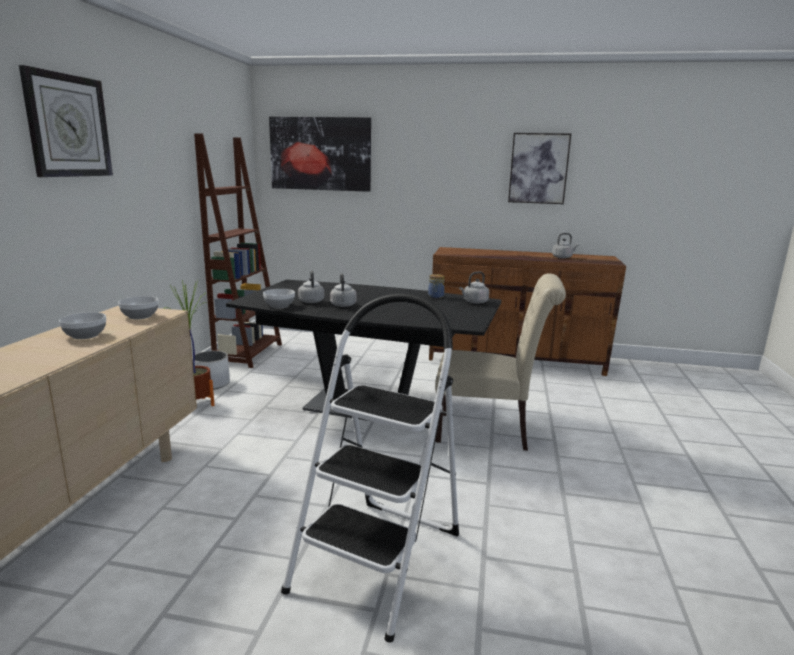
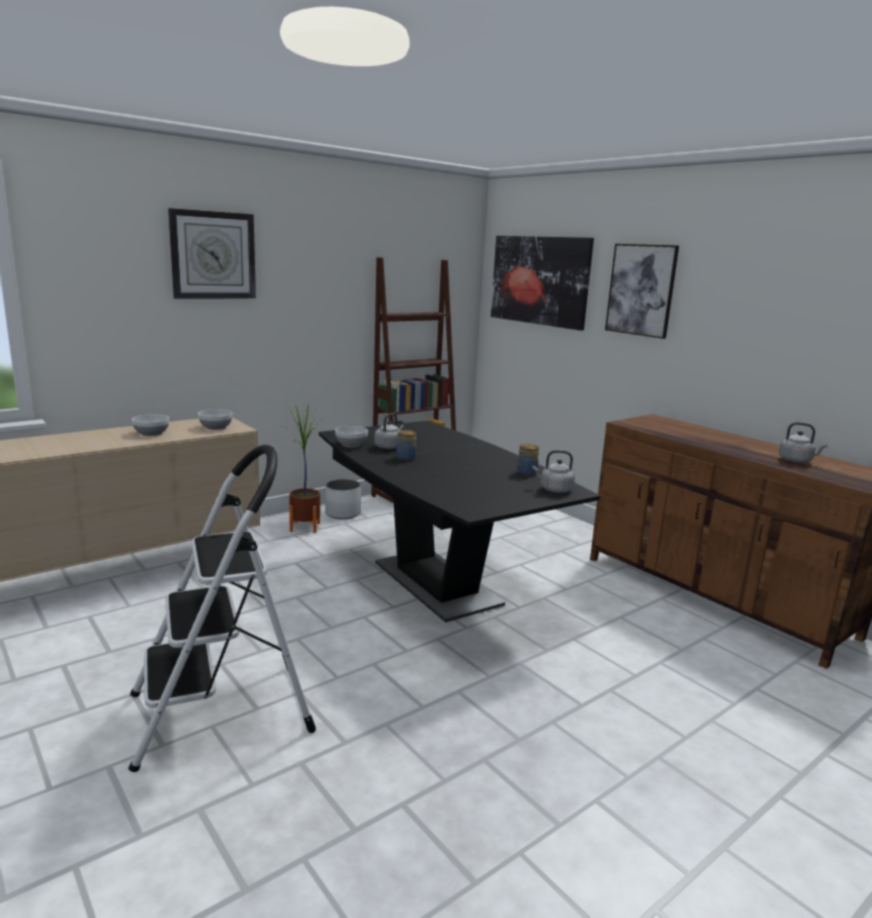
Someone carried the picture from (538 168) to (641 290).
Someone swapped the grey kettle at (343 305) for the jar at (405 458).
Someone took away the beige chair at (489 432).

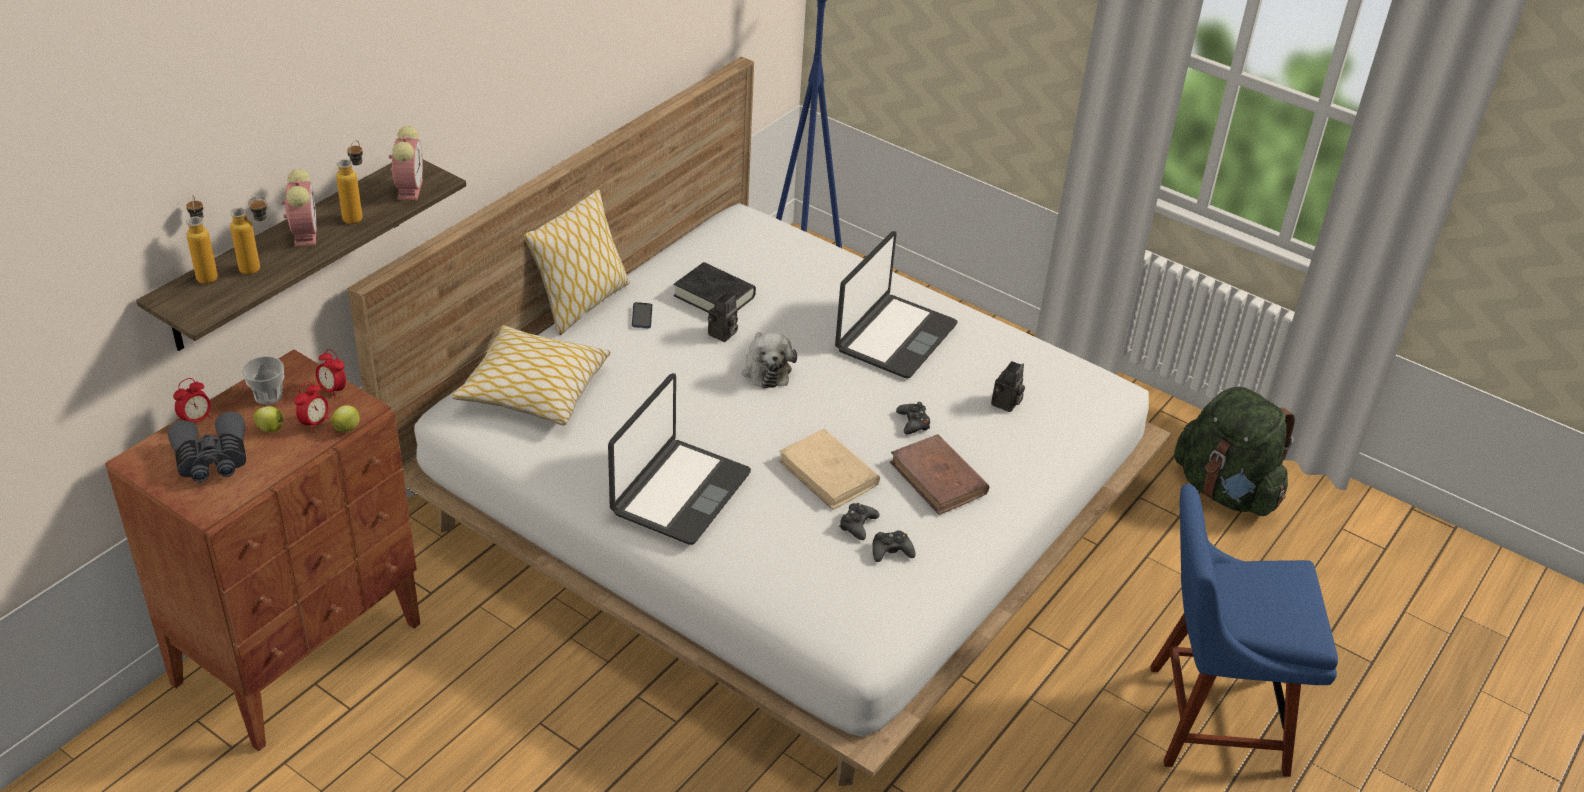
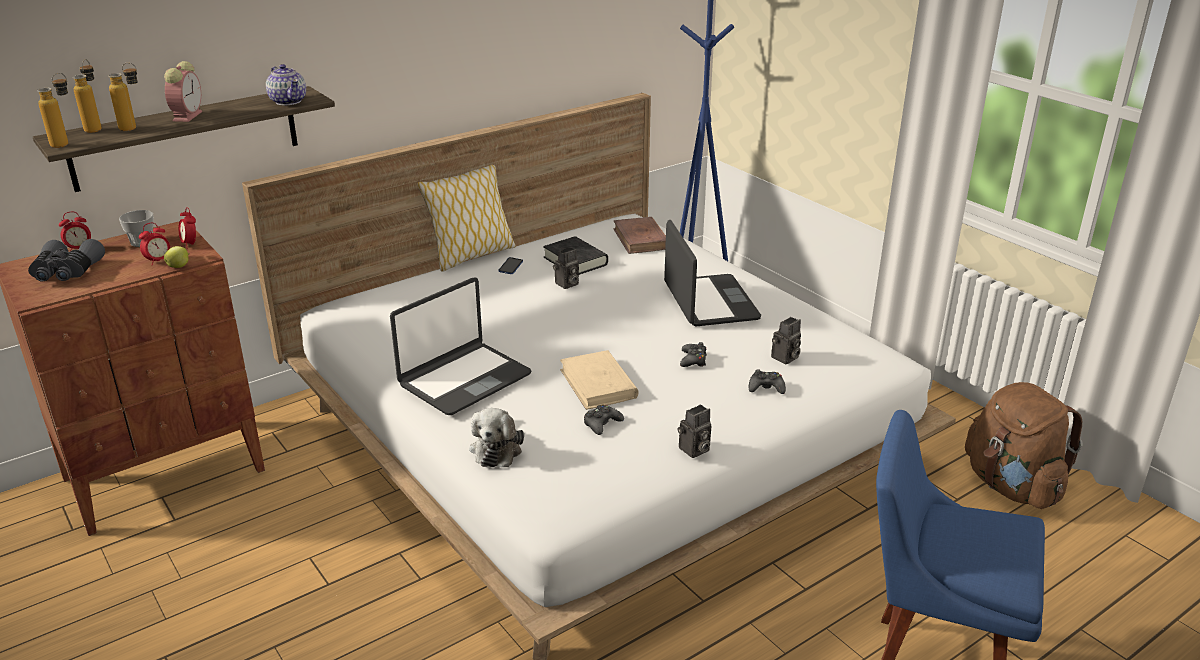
Someone swapped the alarm clock at (409 188) for the teapot at (288 101).
Someone carried the bottle from (357 215) to (66 143).
Someone rotated the laptop at (894 337) by 60 degrees counterclockwise.
Someone took away the pillow at (533 390).
Someone carried the plush toy from (766 369) to (497 448).
Someone repainted the green backpack at (1225 491), which became the brown backpack at (1012 486).
Someone took away the apple at (271 429).
Someone carried the brown book from (938 478) to (641 239).
Someone carried the black game controller from (891 551) to (766 387).
Someone put down the photo camera at (694 450).

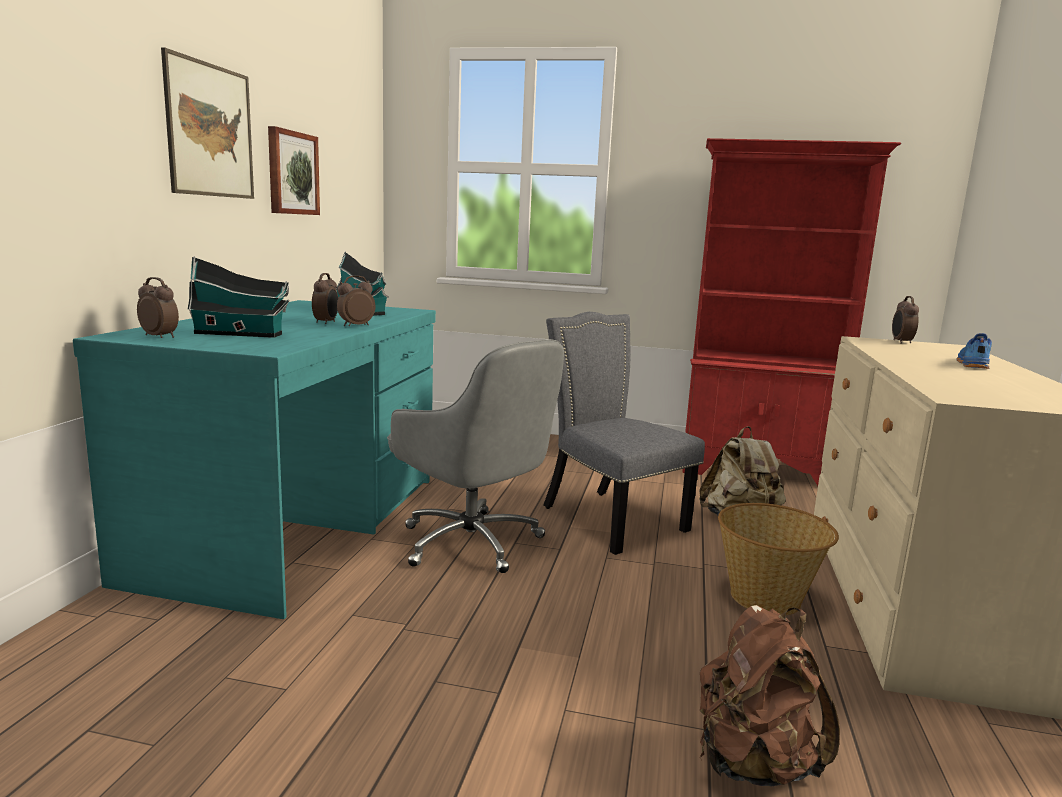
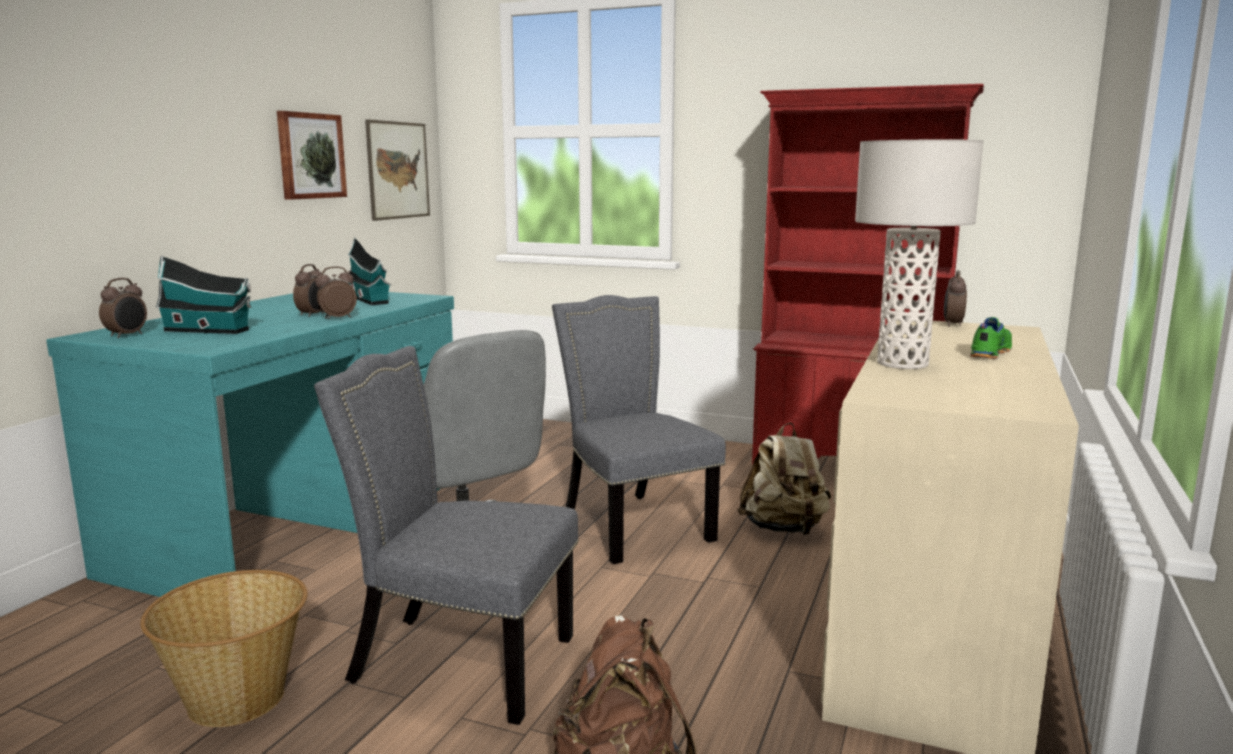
Someone carried the picture from (210 131) to (398 170).
Someone rotated the alarm clock at (160 337) by 75 degrees clockwise.
Someone repainted the blue shoe at (972 364), which became the green shoe at (988 353).
Someone carried the basket from (766 598) to (238 699).
Someone put down the white table lamp at (903 363).
Someone put down the grey chair at (466 663).

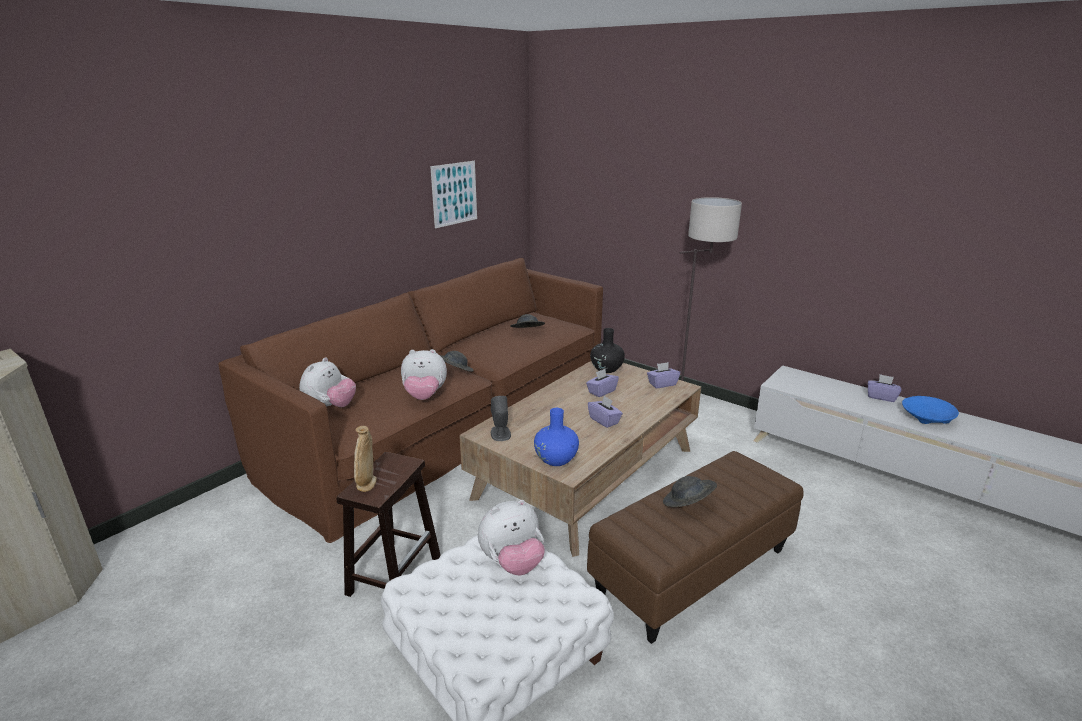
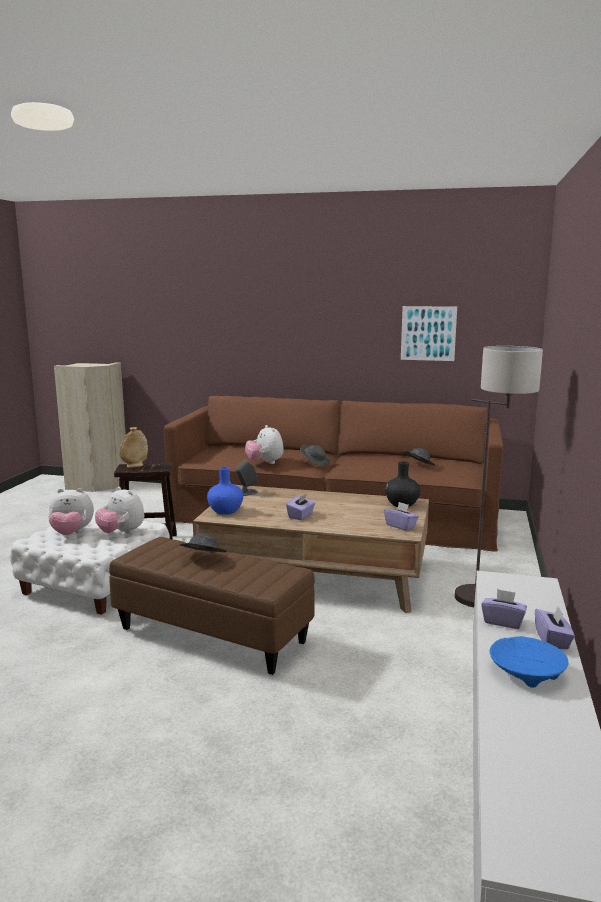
Someone carried the plush toy from (330 408) to (71 533).
Someone carried the purple tissue box from (601 391) to (503 622).

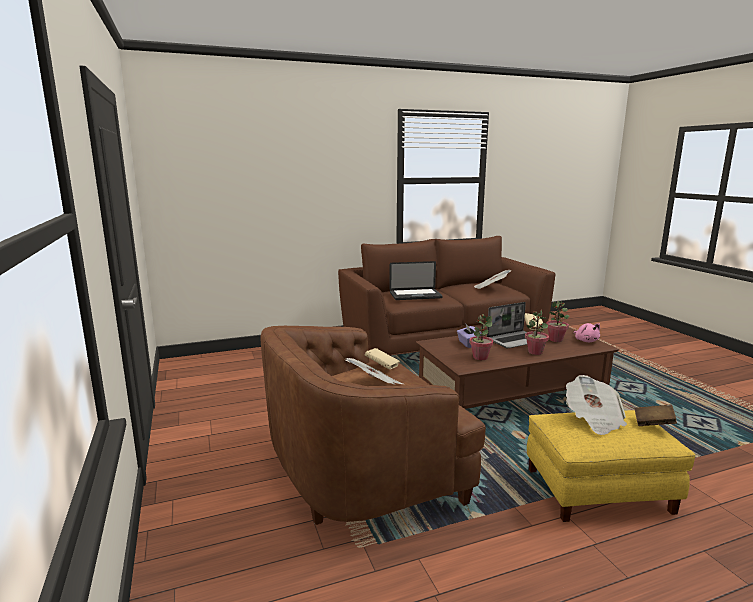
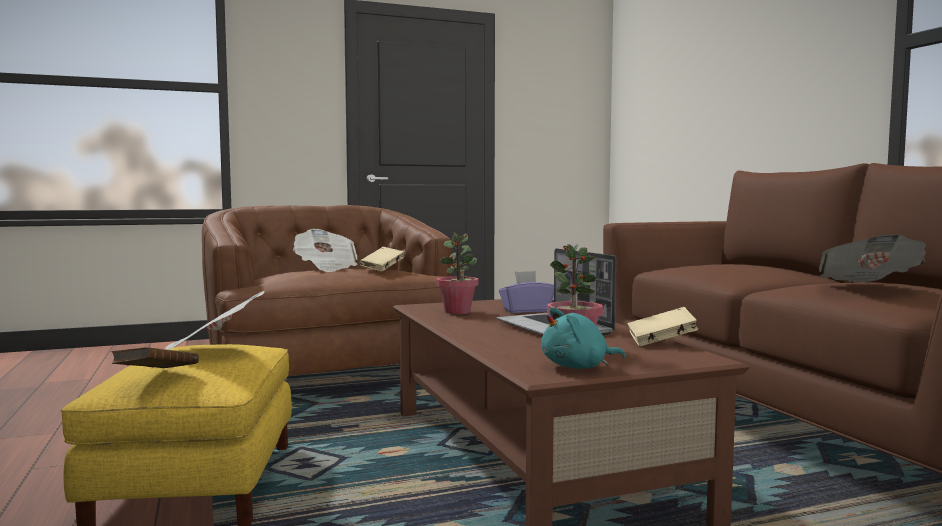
Someone took away the laptop at (415 295).
Someone took away the potted plant at (535 352).
Someone repainted the pink plush toy at (586 341), which became the turquoise plush toy at (578 367).

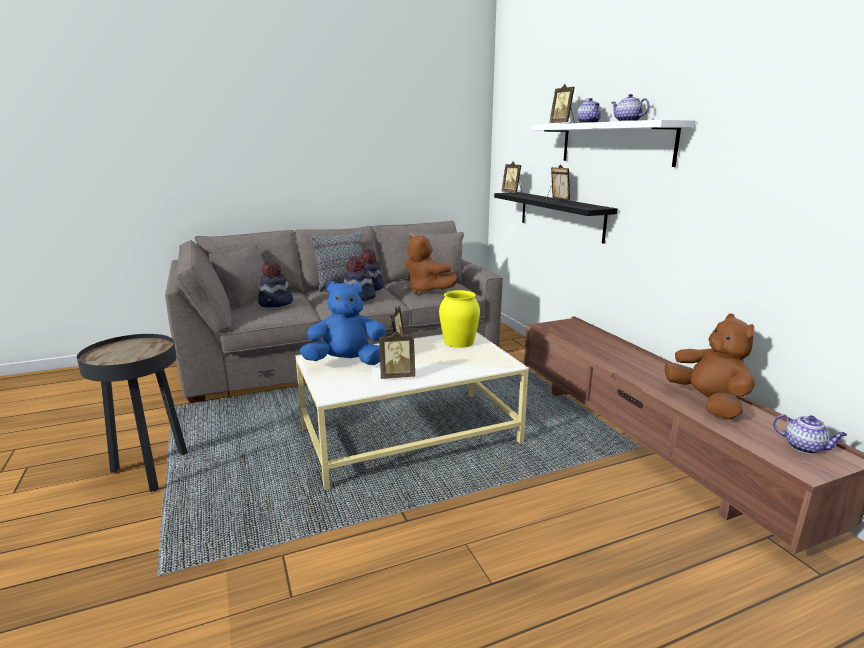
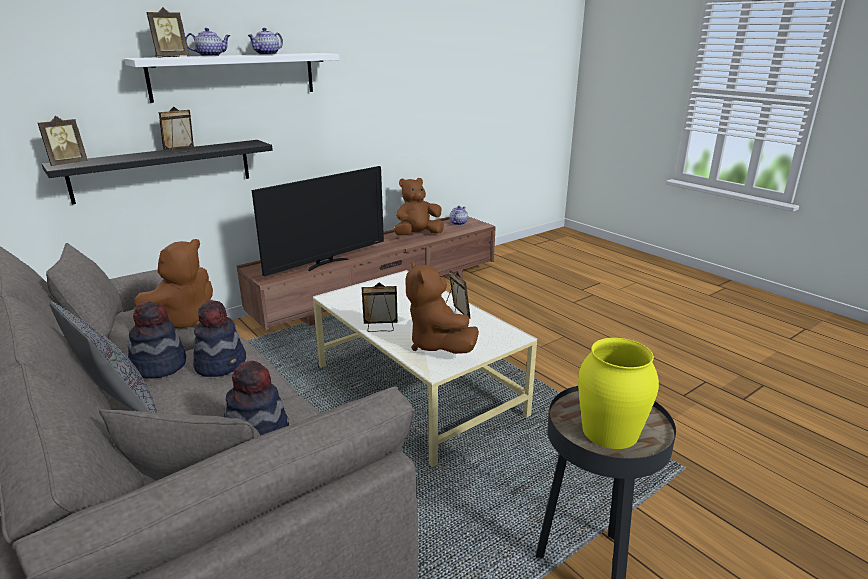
Someone repainted the blue plush toy at (346 362), which became the brown plush toy at (437 345).
Someone carried the yellow vase from (459 342) to (609 430).
Someone put down the television at (326 263).

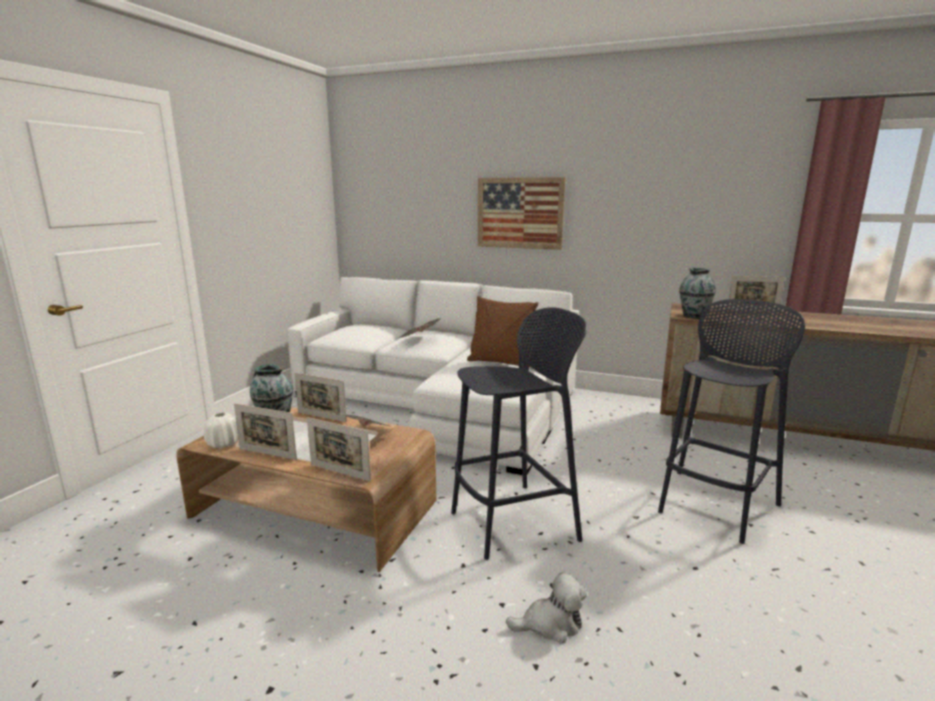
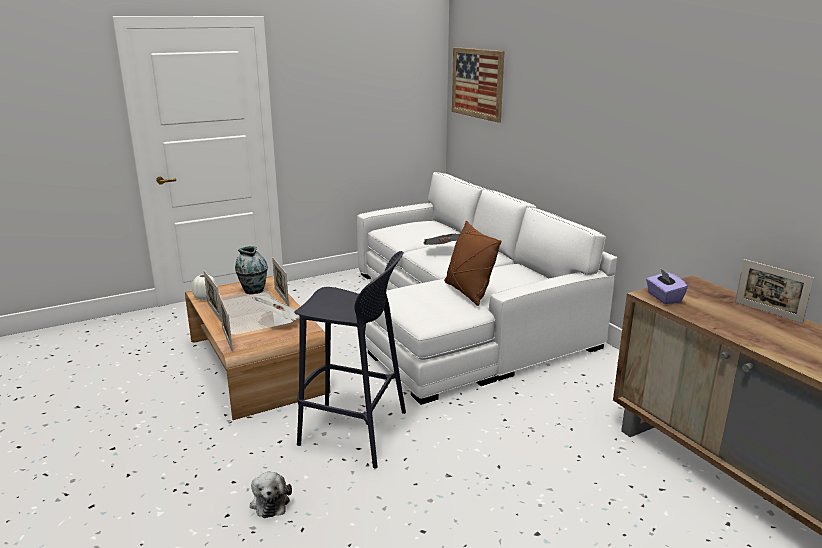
Someone carried the picture from (520 213) to (477 83).
Someone swapped the vase at (694 316) for the purple tissue box at (663 298).
Someone took away the grey stool at (714 505).
Someone rotated the plush toy at (550 624) by 45 degrees clockwise.

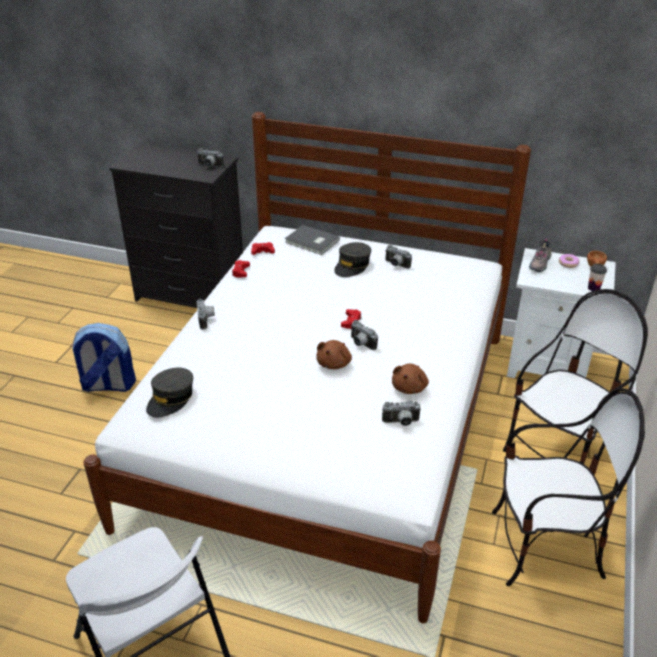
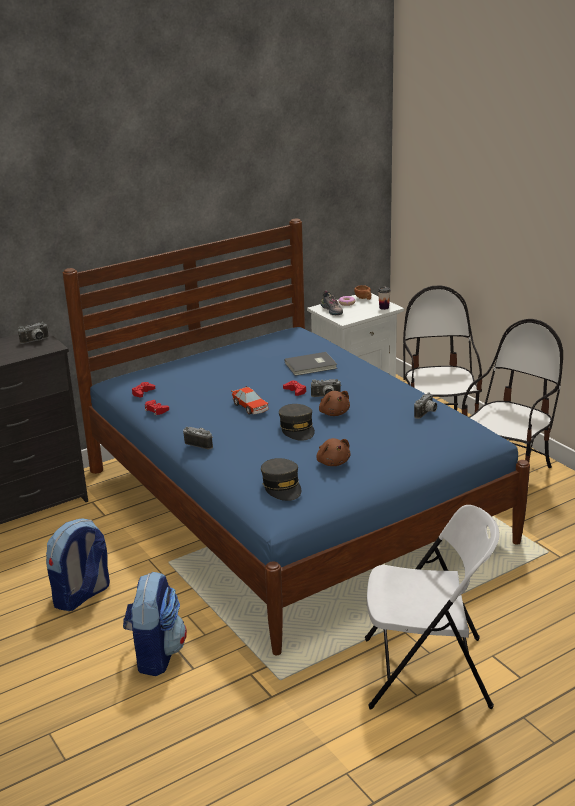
Someone repainted the white bed at (328 423), which became the blue bed at (291 504).
Someone carried the grey book from (312 242) to (312 366).
Someone carried the grey cap from (352 266) to (297 429).
Someone took away the photo camera at (396 265).
Someone carried the brown plush toy from (410 387) to (333 462).
Someone put down the toy car at (250 407).
Someone put down the backpack at (156 654).

